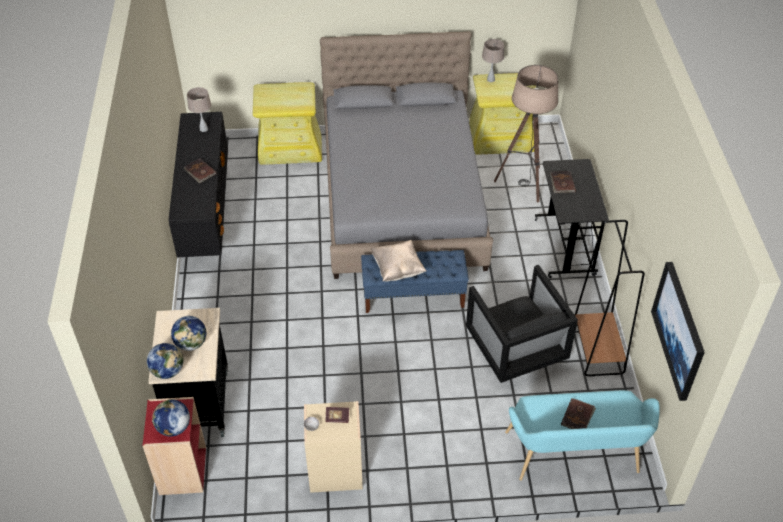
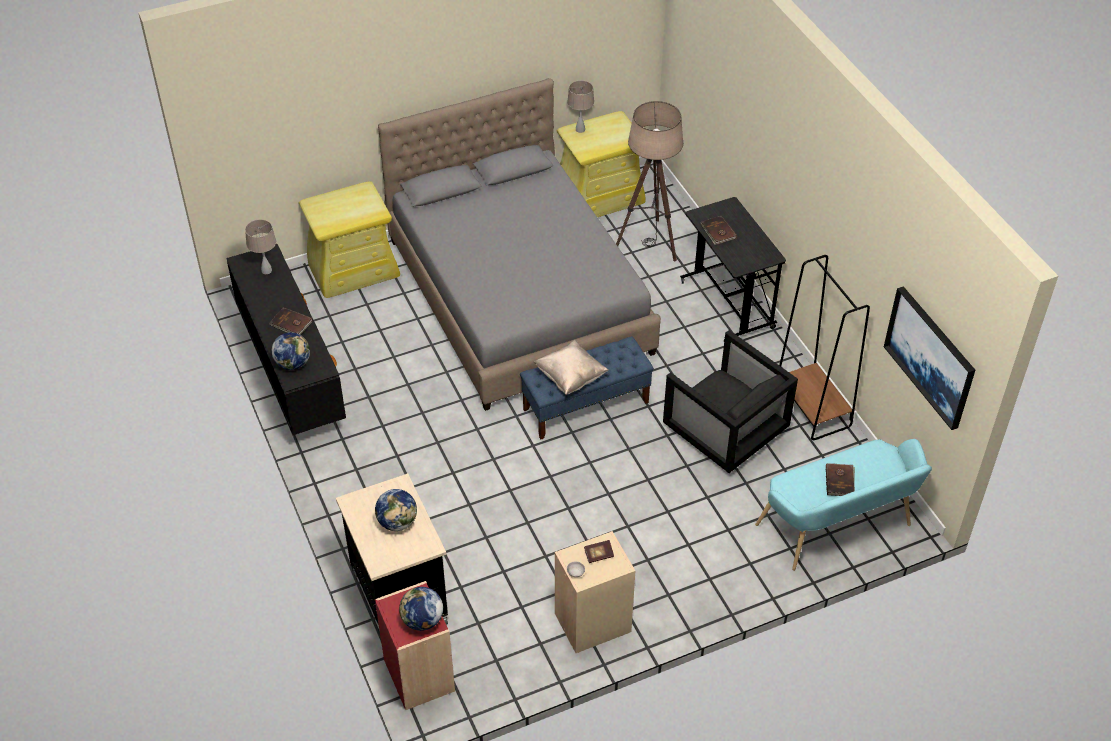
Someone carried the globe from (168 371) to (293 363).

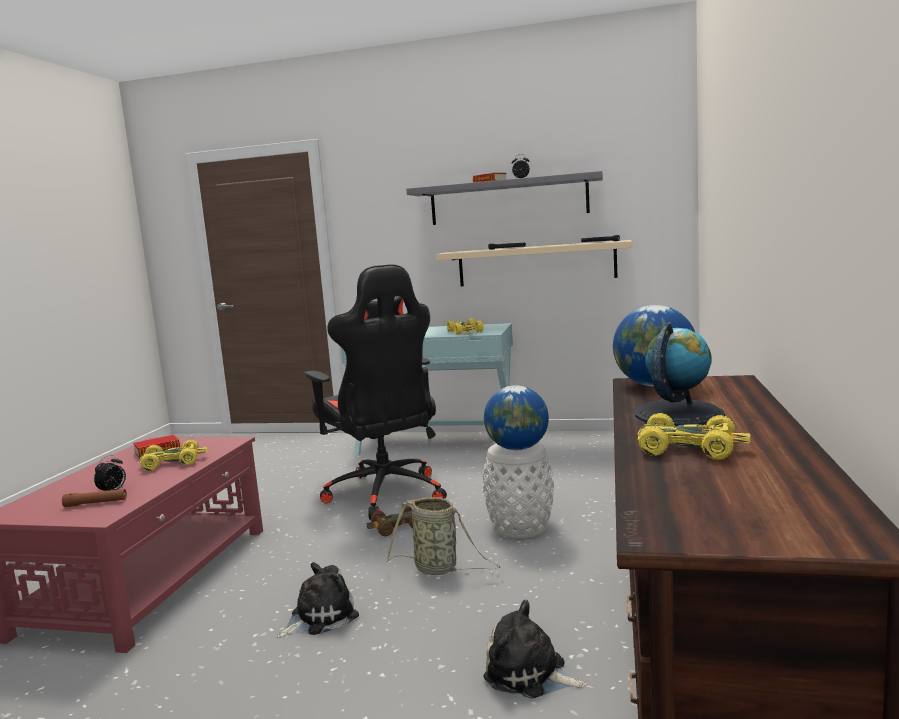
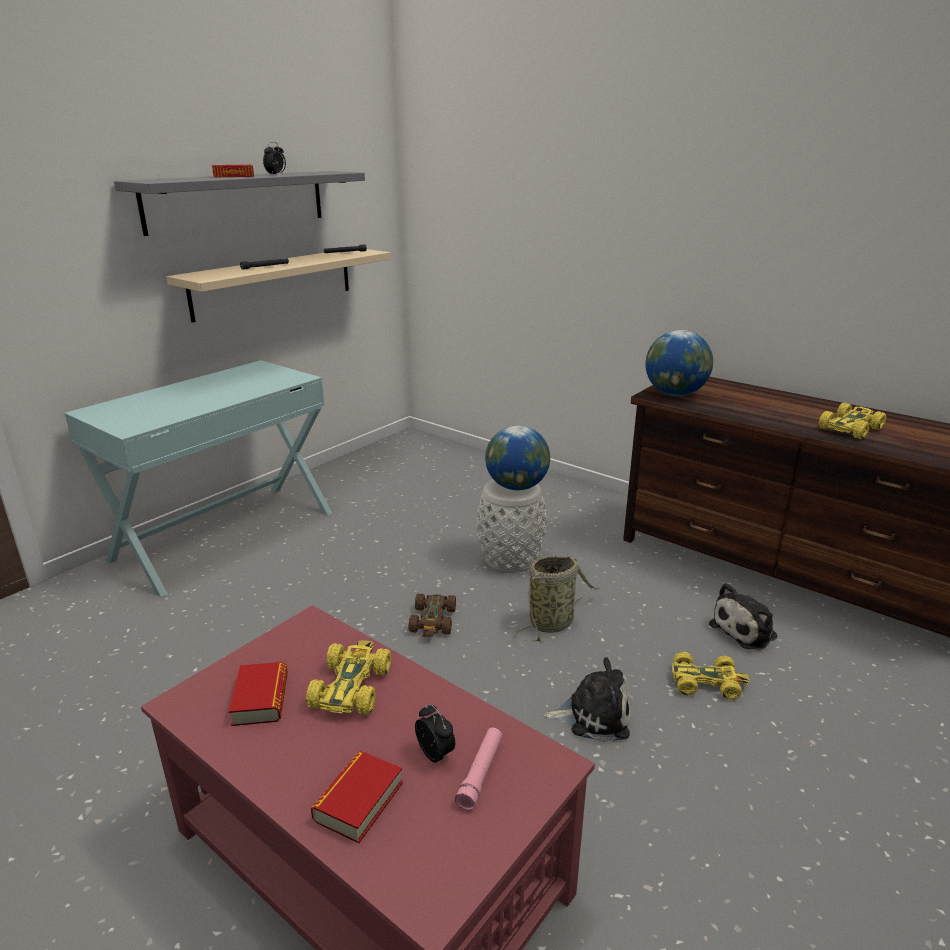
Someone took away the black office chair at (381 491).
Someone carried the yellow toy car from (465 332) to (706 682).
Someone took away the globe at (678 414).
Someone repainted the brown flashlight at (96 503), which became the pink flashlight at (480 773).
Someone rotated the plush toy at (320 617) by 105 degrees clockwise.
Someone put down the book at (359 801).

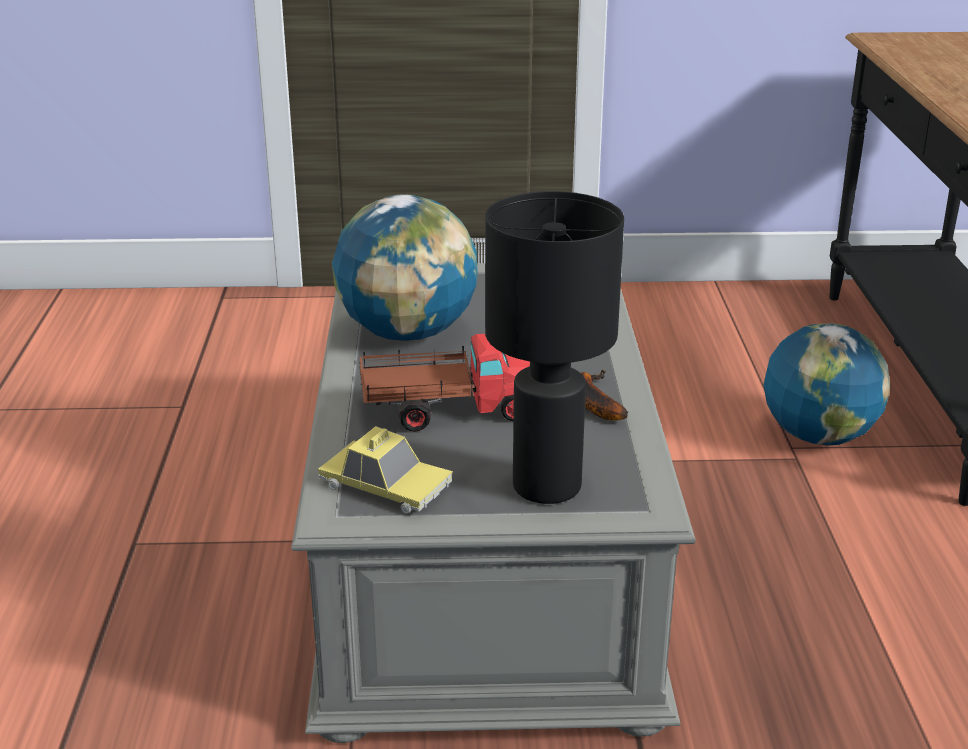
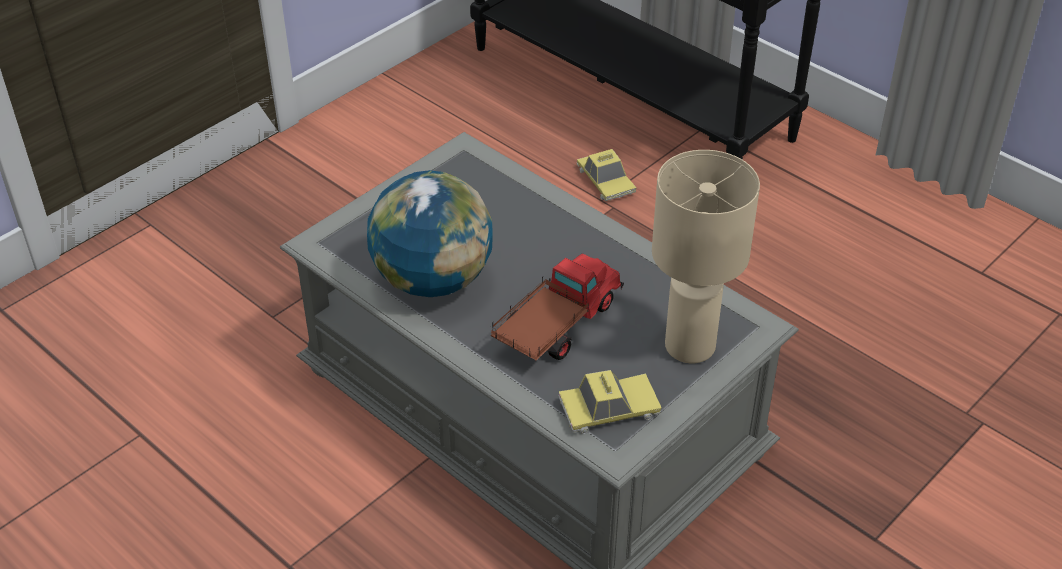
Someone repainted the black table lamp at (545 487), which became the beige table lamp at (690 347).
Someone swapped the globe at (818 436) for the toy car at (605 181).
Someone took away the banana at (592 401).

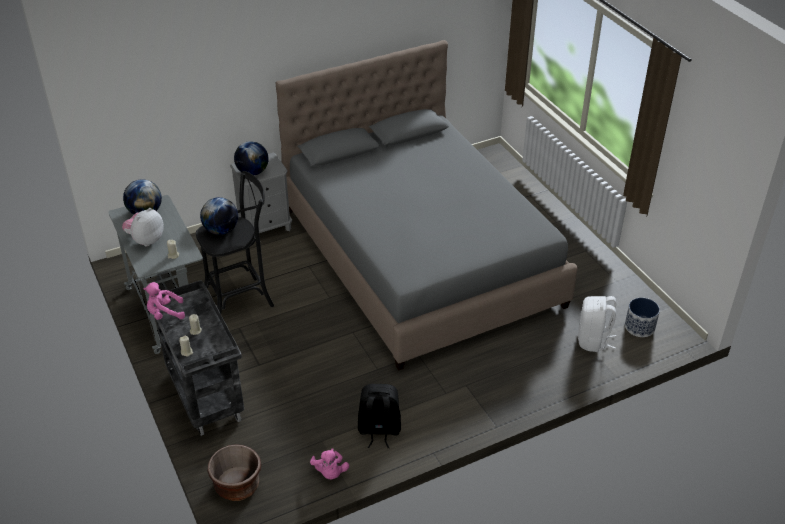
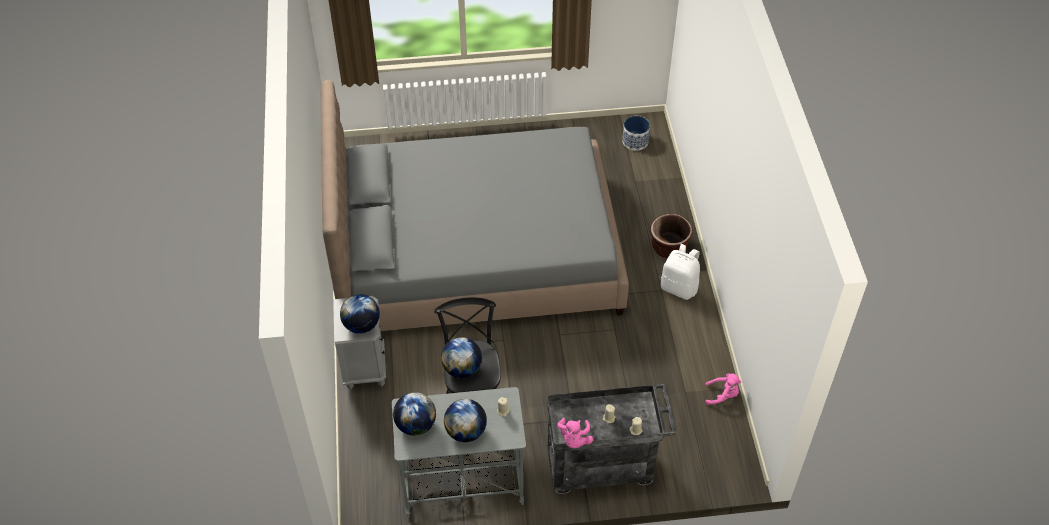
Someone swapped the plush toy at (146 240) for the globe at (466 431).
Someone carried the white backpack from (593 340) to (679 287).
Someone took away the black backpack at (379 430).
Someone carried the brown planter from (237 486) to (669 247).

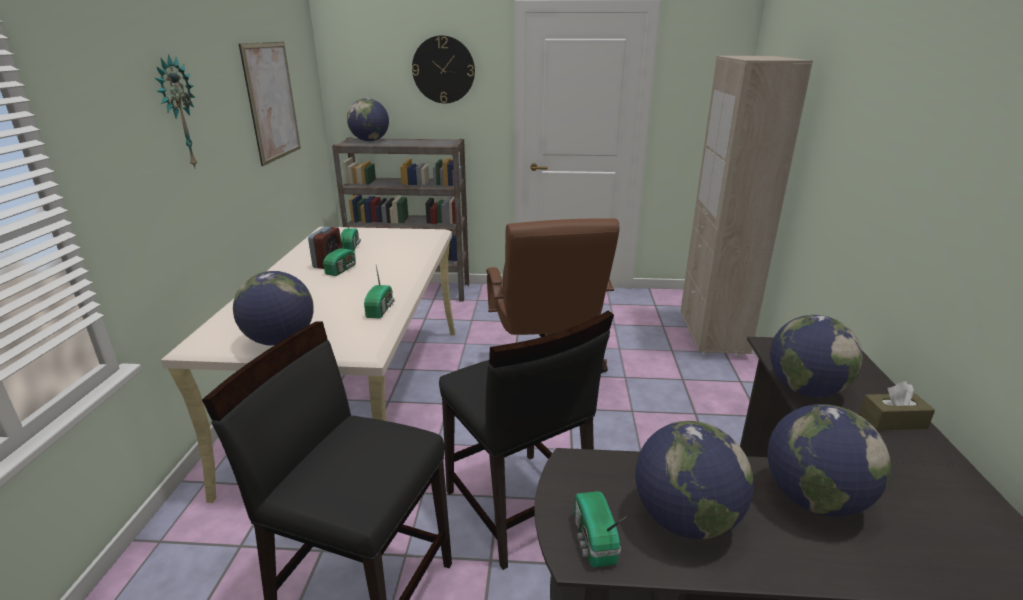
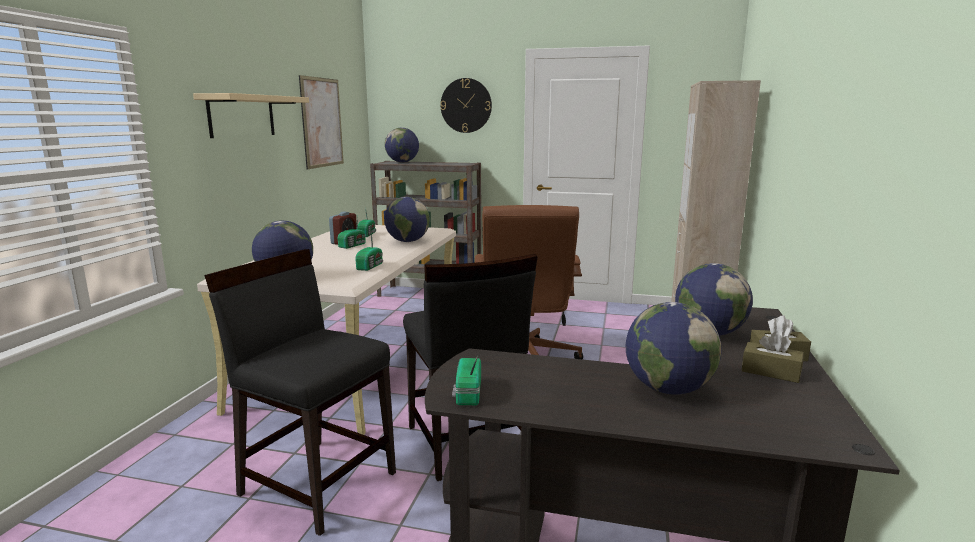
Someone swapped the wall clock at (177 114) for the beige shelf at (242 116).
Someone carried the globe from (685 519) to (407 241).
Someone put down the brown tissue box at (770 372).

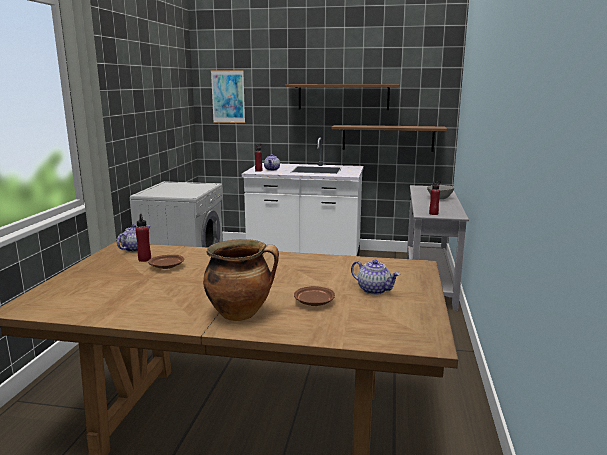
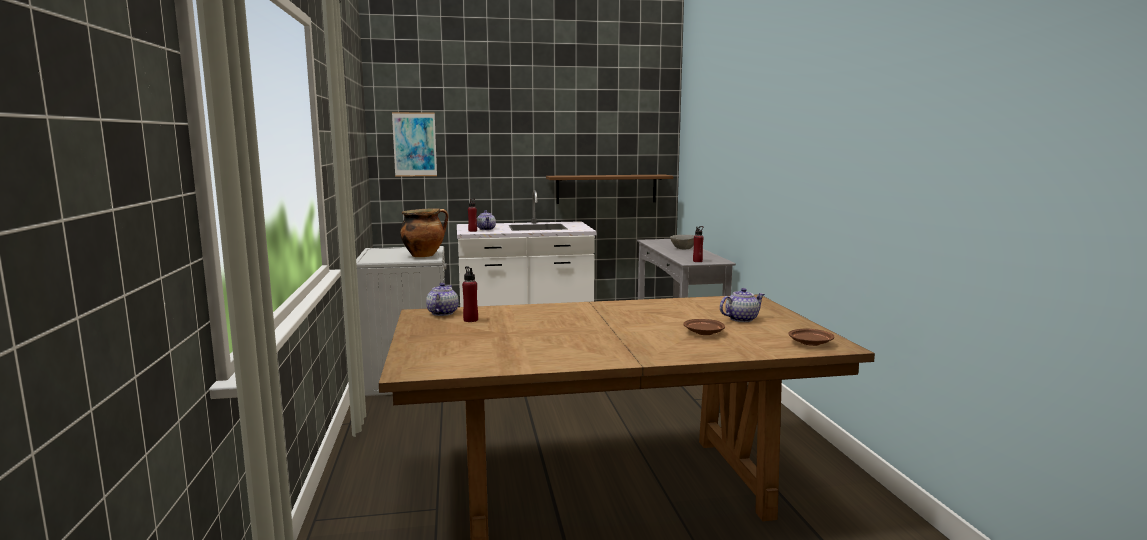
Someone took away the brown shelf at (343 97).
Someone carried the cooking pot from (241 314) to (424 255).
Someone carried the brown plate from (167 267) to (810 343).
Someone rotated the teapot at (374 290) by 45 degrees counterclockwise.

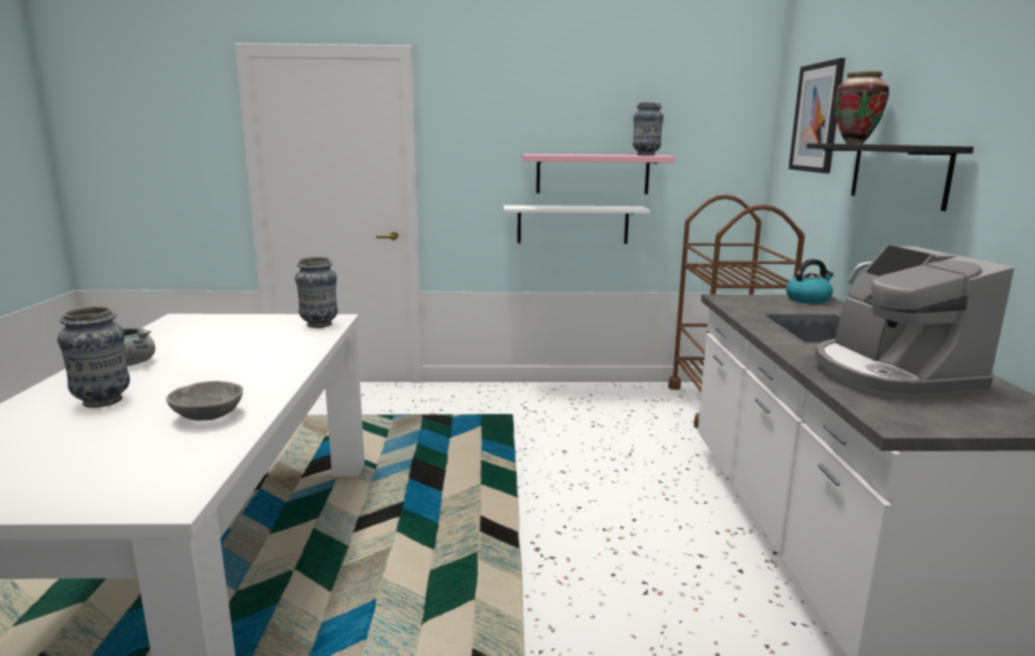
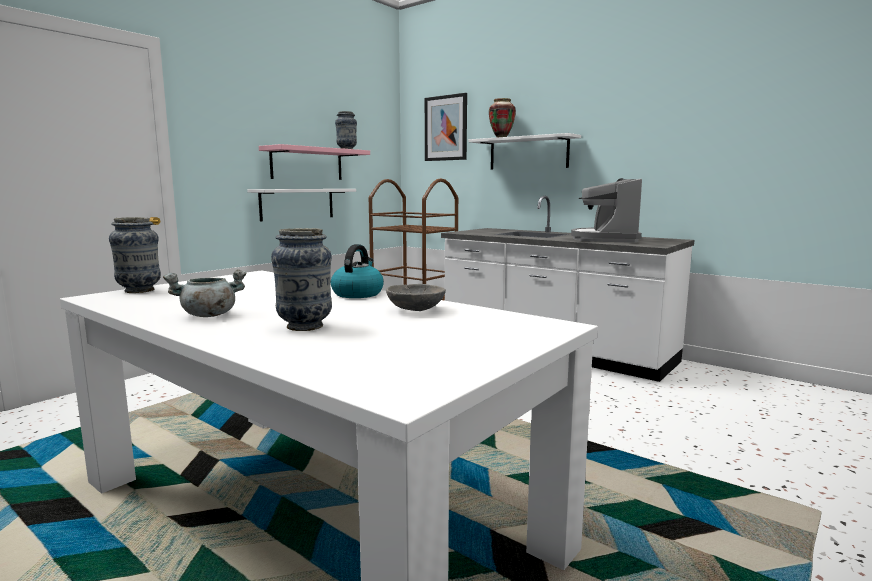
Someone repainted the black shelf at (898 173), which became the white shelf at (528 153).
Someone rotated the coffee machine at (890 376) by 75 degrees clockwise.
Someone carried the vase from (319 324) to (139 290).
Someone carried the kettle from (808 299) to (357 294).

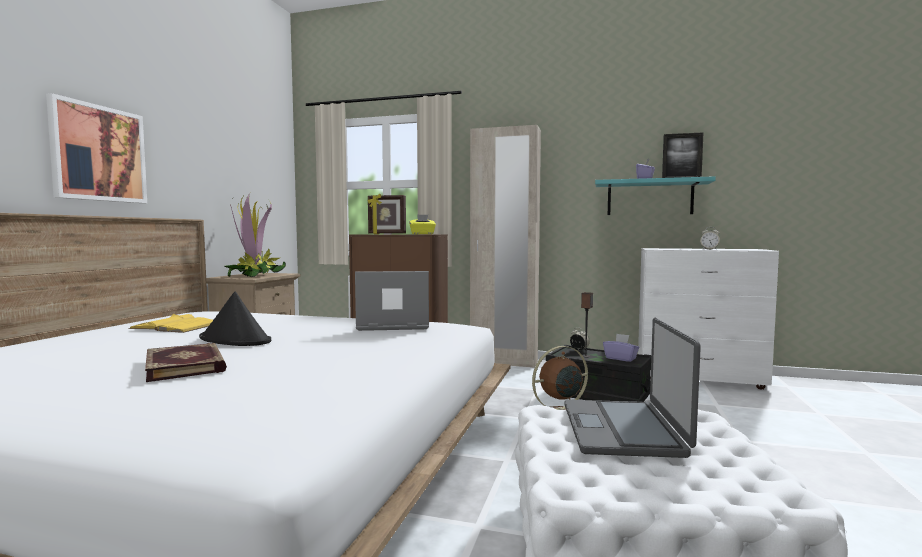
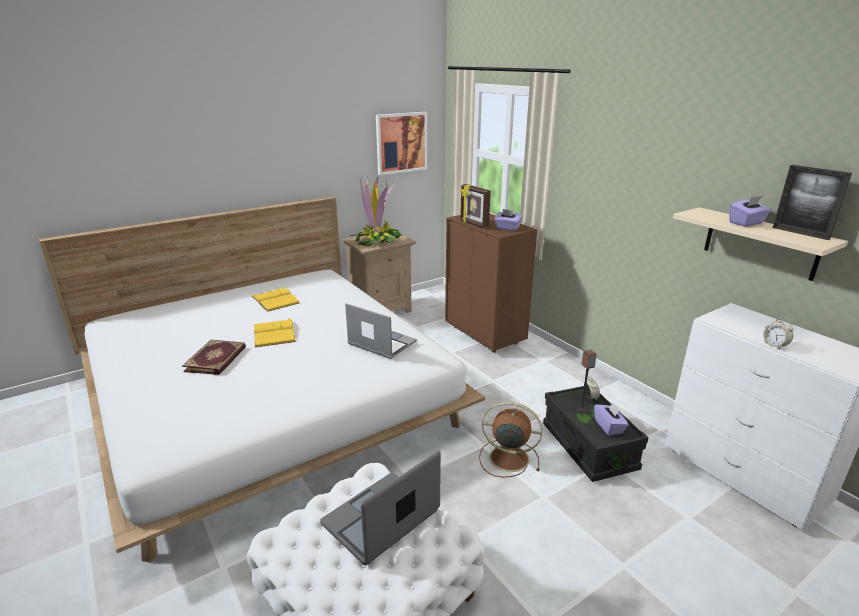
Someone carried the picture from (98 153) to (401 142).
Someone took away the beige wardrobe at (503 362).
Someone repainted the turquoise shelf at (649 198), which became the beige shelf at (760 243).
Someone repainted the yellow tissue box at (422 234), which became the purple tissue box at (507 228).
Someone swapped the black hat at (235 340) for the yellow book at (274 333).

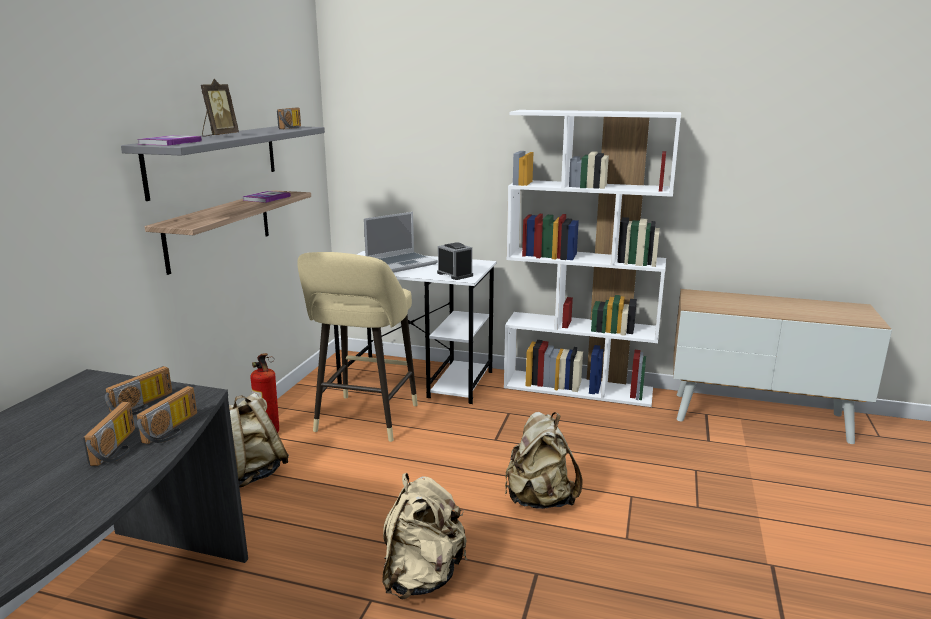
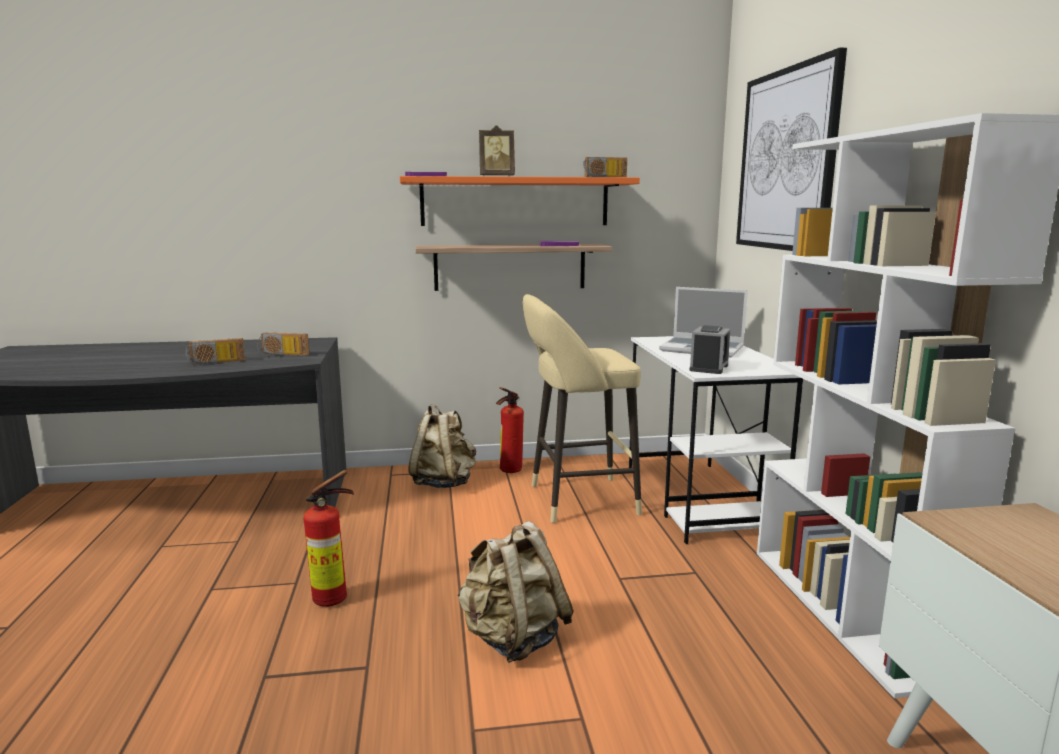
Someone repainted the grey shelf at (215 159), which became the orange shelf at (515 202).
Someone took away the radio at (173 430).
Someone swapped the beige backpack at (422 577) for the fire extinguisher at (335 599).
Someone put up the picture at (786 160).

